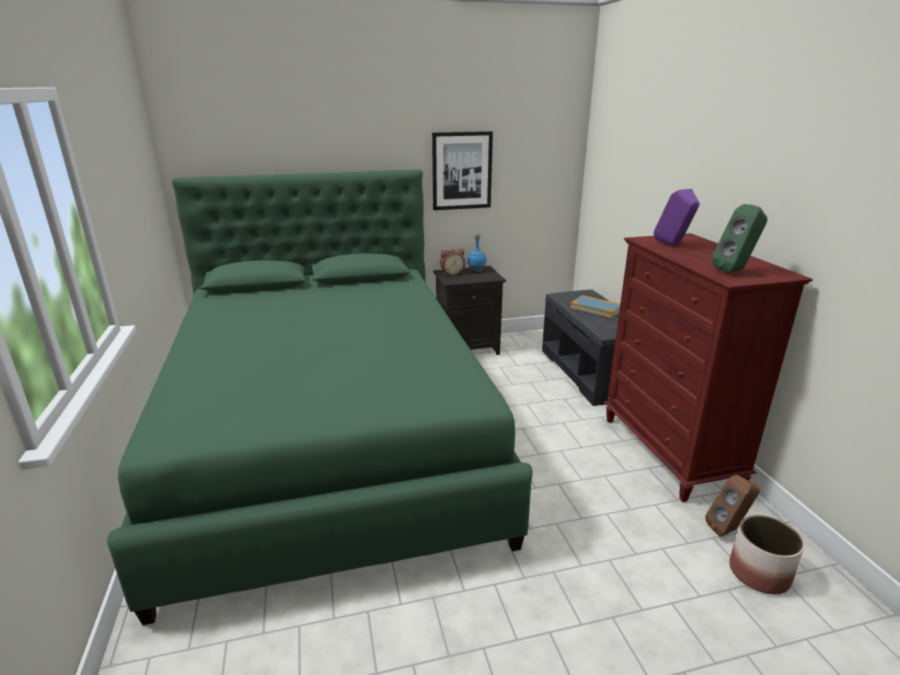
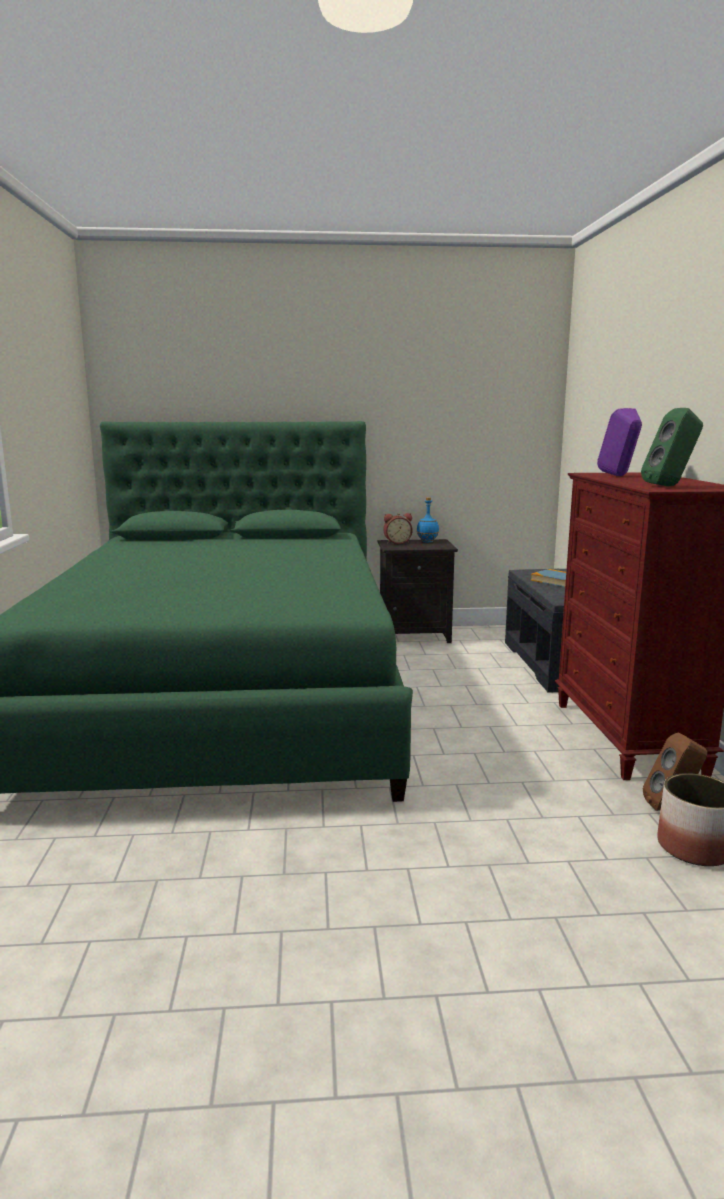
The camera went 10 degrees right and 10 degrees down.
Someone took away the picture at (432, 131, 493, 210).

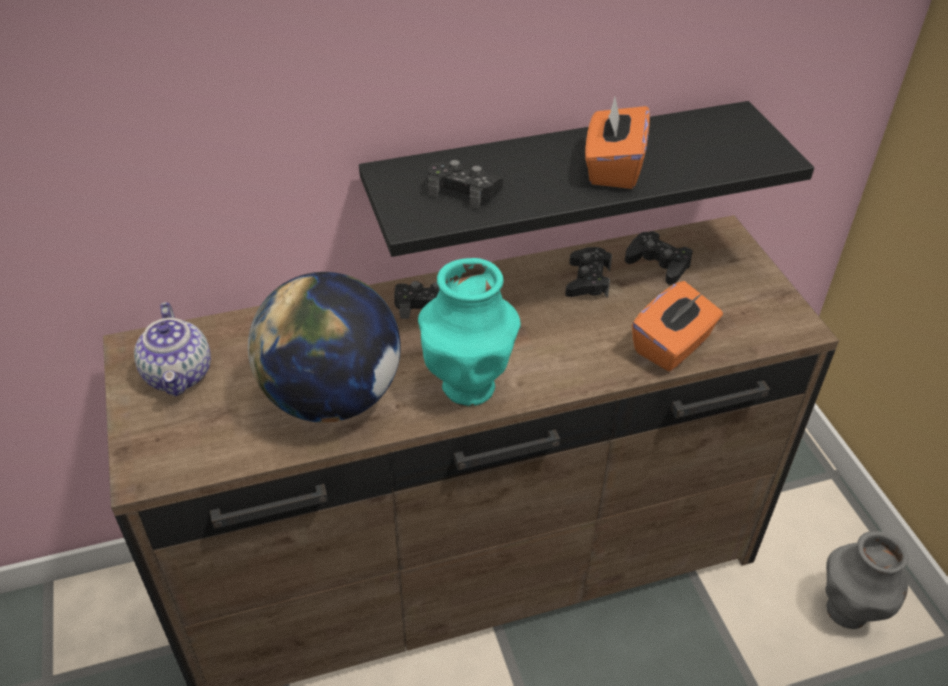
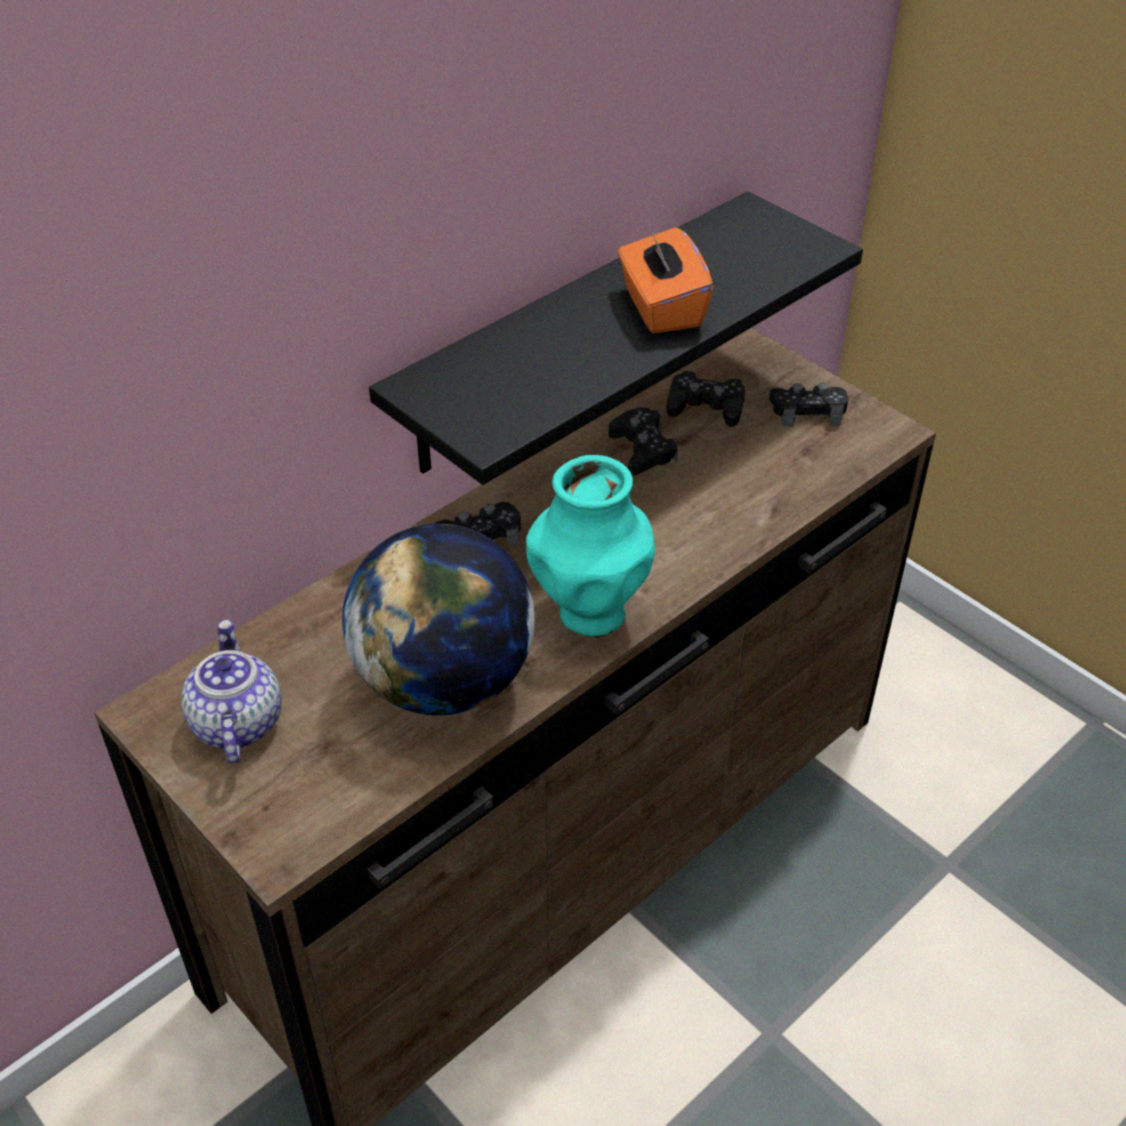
The camera went 25 degrees left and 0 degrees up.
Someone rotated the teapot at (134, 302, 211, 396) by 150 degrees counterclockwise.
Someone carried the game controller/black-coloured from (428, 160, 503, 209) to (769, 383, 849, 427).
Someone took away the tissue box/orangey at (632, 281, 723, 371).
Someone took away the flower vase/grey at (825, 531, 908, 629).

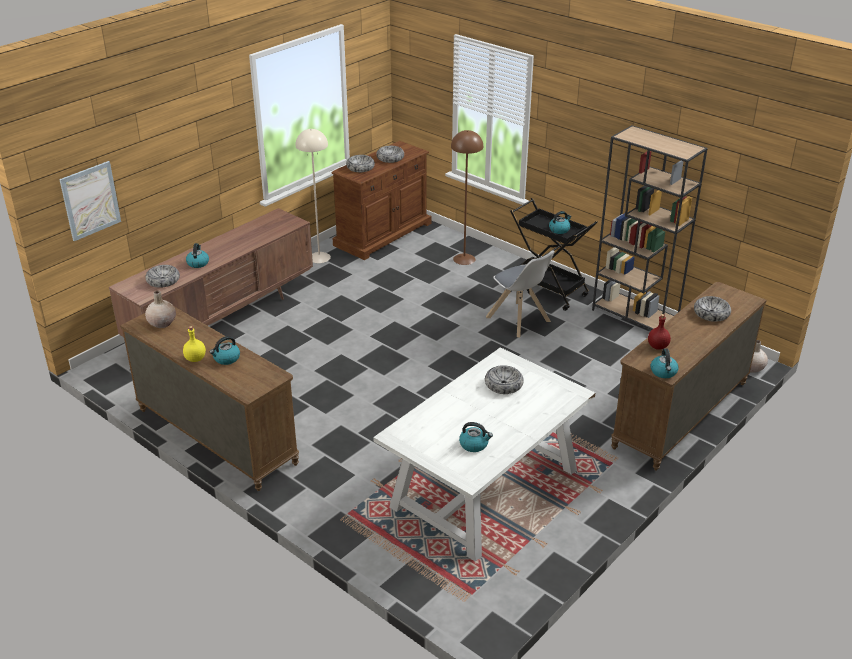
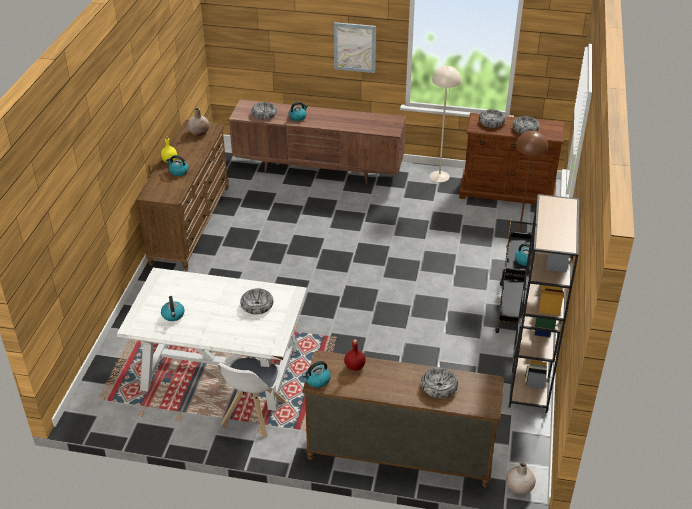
The camera went 60 degrees right and 5 degrees up.
Someone carried the plain chair from (486, 250, 555, 337) to (218, 358, 286, 438).
Someone carried the picture from (59, 161, 121, 241) to (334, 22, 376, 73).

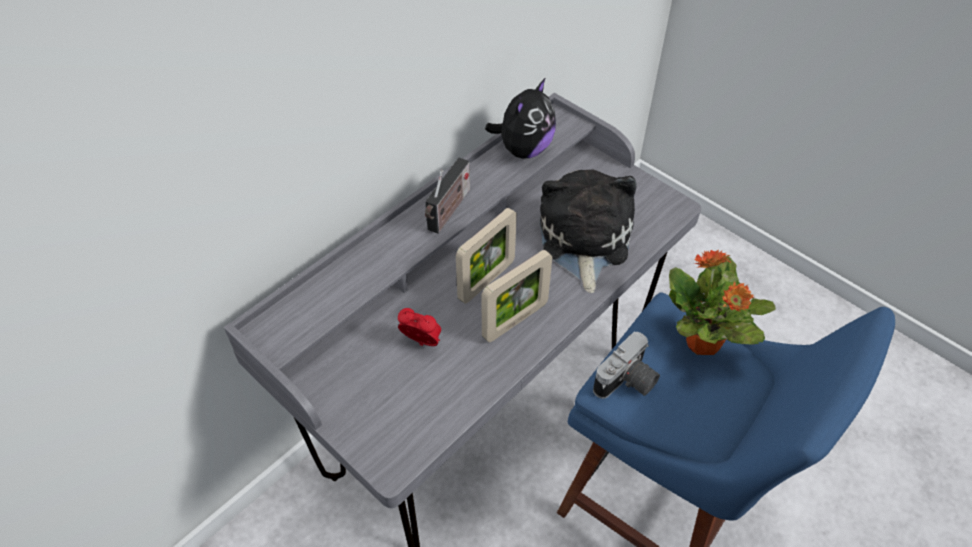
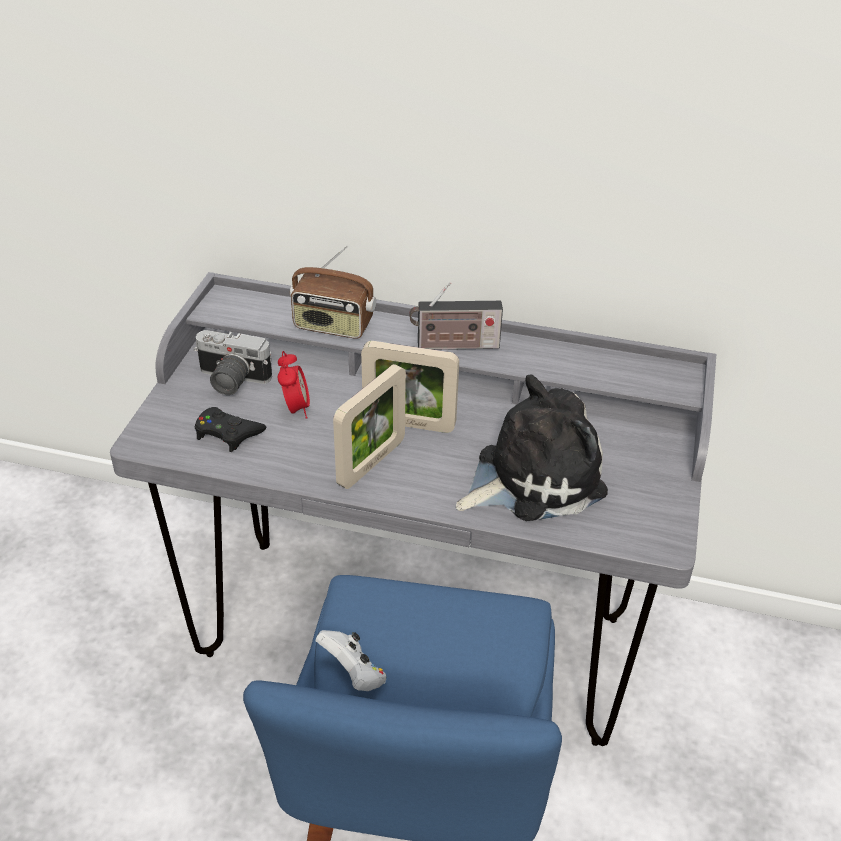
The camera went 60 degrees right and 10 degrees down.
Someone carried the still camera from (593, 331, 660, 399) to (193, 330, 272, 395).
Someone put down the game controller/black-coloured at (195, 407, 266, 452).
Someone put down the radio receiver at (290, 245, 376, 339).
Someone put down the game controller/whitish at (316, 630, 386, 691).
Someone rotated the picture frame at (481, 250, 552, 342) by 75 degrees counterclockwise.
Someone took away the soft toy at (485, 77, 556, 158).
Someone took away the houseplant at (669, 249, 776, 355).

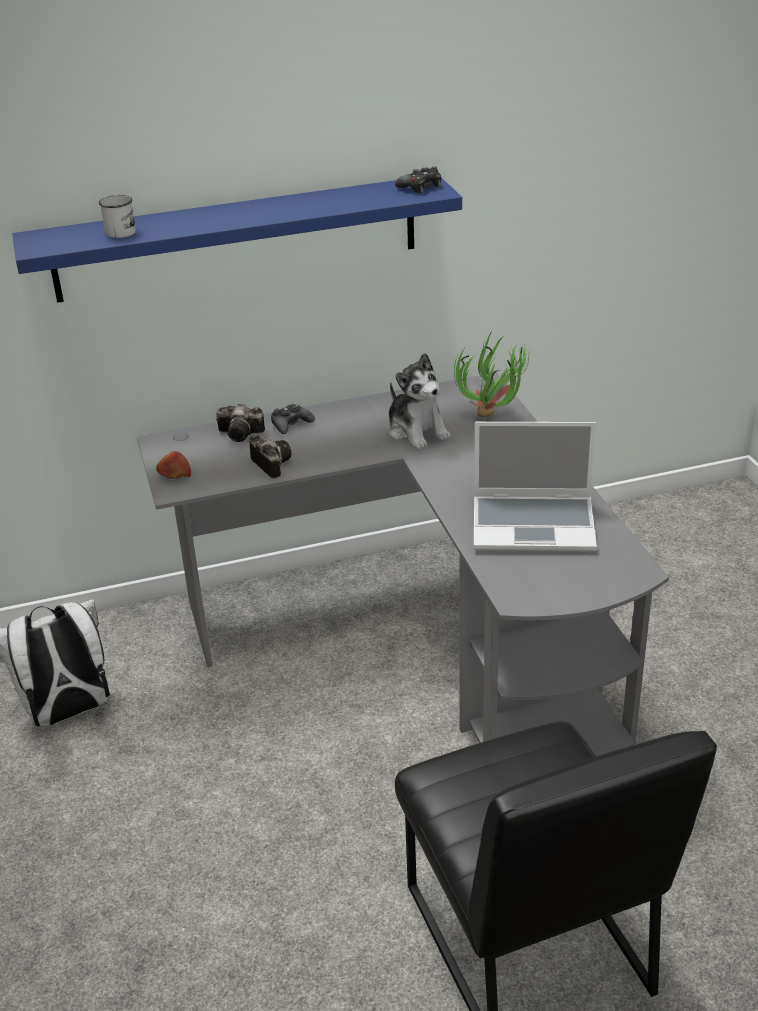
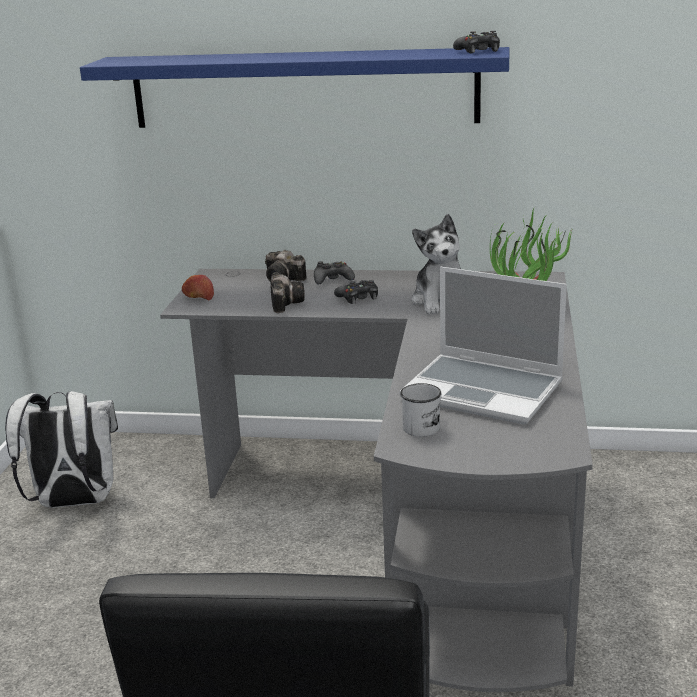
The camera went 25 degrees right and 10 degrees down.
Someone put down the game controller/black-coloured at (334, 280, 378, 304).
Someone carried the tea mug/whitish from (99, 195, 136, 238) to (400, 383, 442, 437).

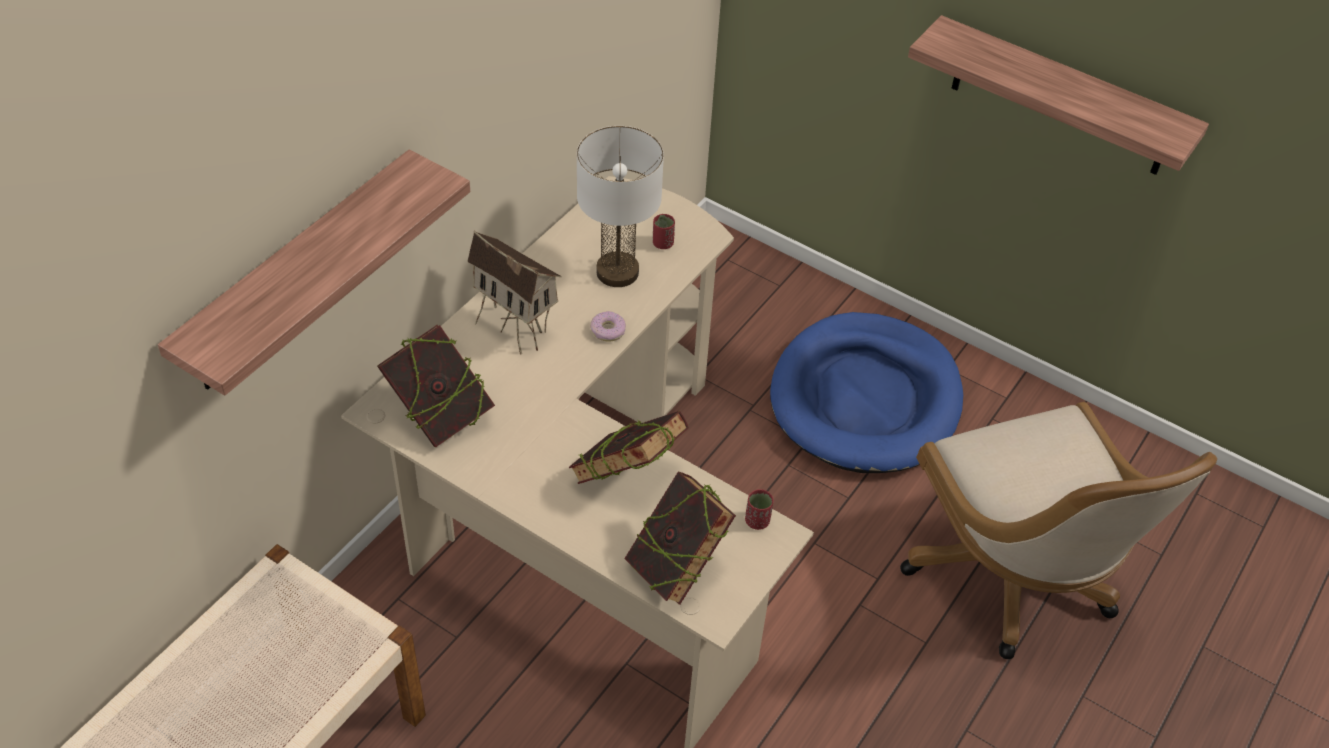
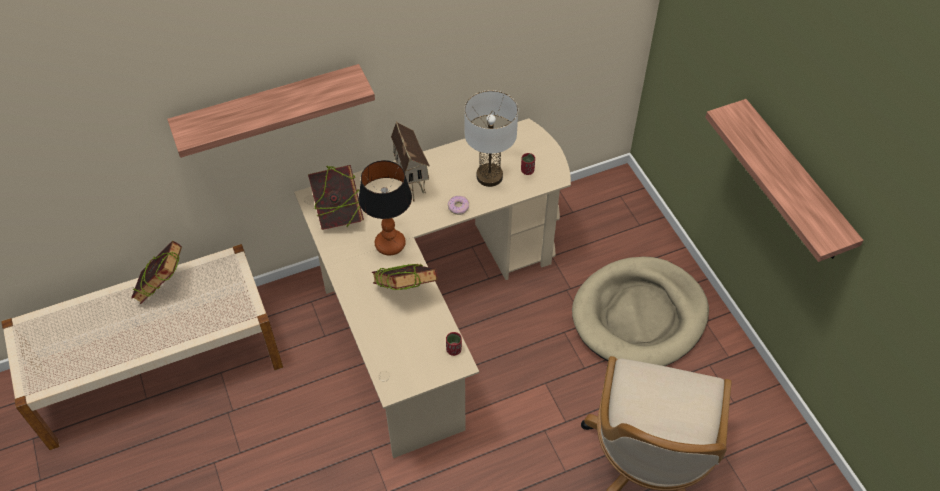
The camera went 35 degrees right and 5 degrees up.
Someone carried the bound book from (624, 471, 736, 605) to (131, 241, 182, 304).
Someone put down the tabletop lamp at (358, 160, 412, 255).
Someone repainted the pet bed/blue-coloured at (770, 312, 963, 473), which became the pet bed/beige-coloured at (572, 257, 709, 366).

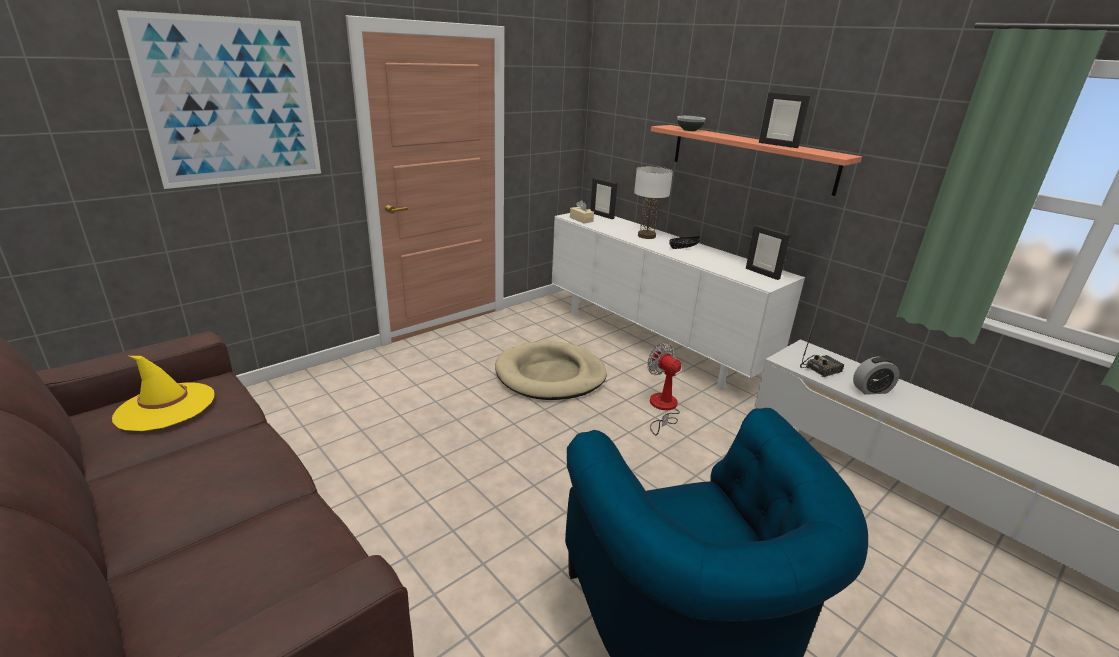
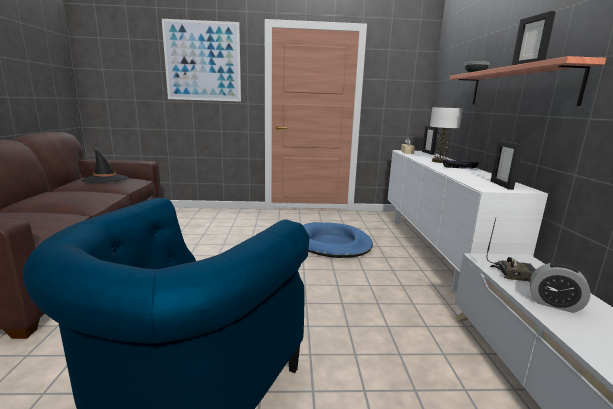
The camera went 40 degrees right and 10 degrees down.
Someone repainted the wearable hat/yellow at (112, 356, 214, 431), which became the wearable hat/black-coloured at (81, 149, 129, 183).
Someone repainted the pet bed/beige-coloured at (495, 341, 607, 400), which became the pet bed/blue-coloured at (303, 222, 373, 258).
Someone took away the cooling fan at (647, 343, 681, 435).

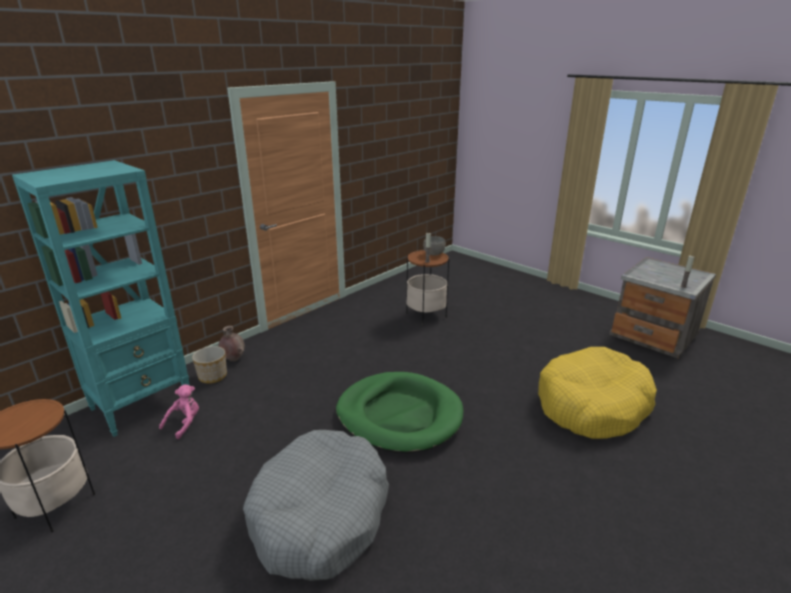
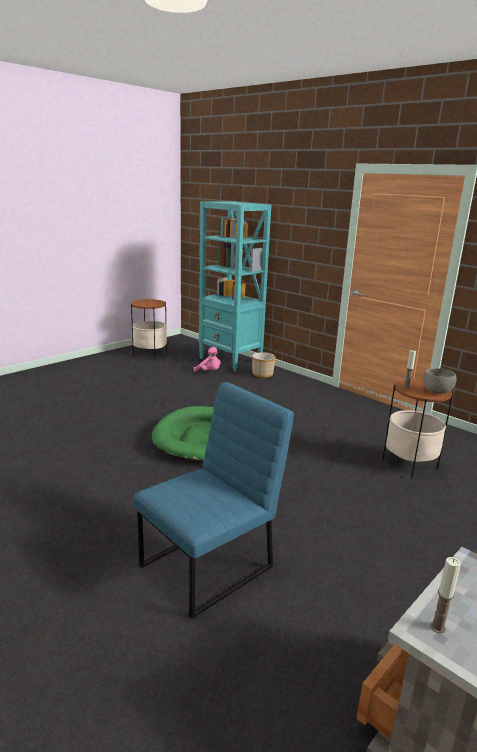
The camera went 90 degrees right and 5 degrees down.
Someone swapped the pet bed/yellow at (538, 347, 657, 439) for the plain chair/blue-coloured at (133, 382, 294, 619).
Someone took away the flower vase/brownish at (219, 326, 245, 361).
Someone took away the pet bed/grey at (243, 430, 389, 581).

